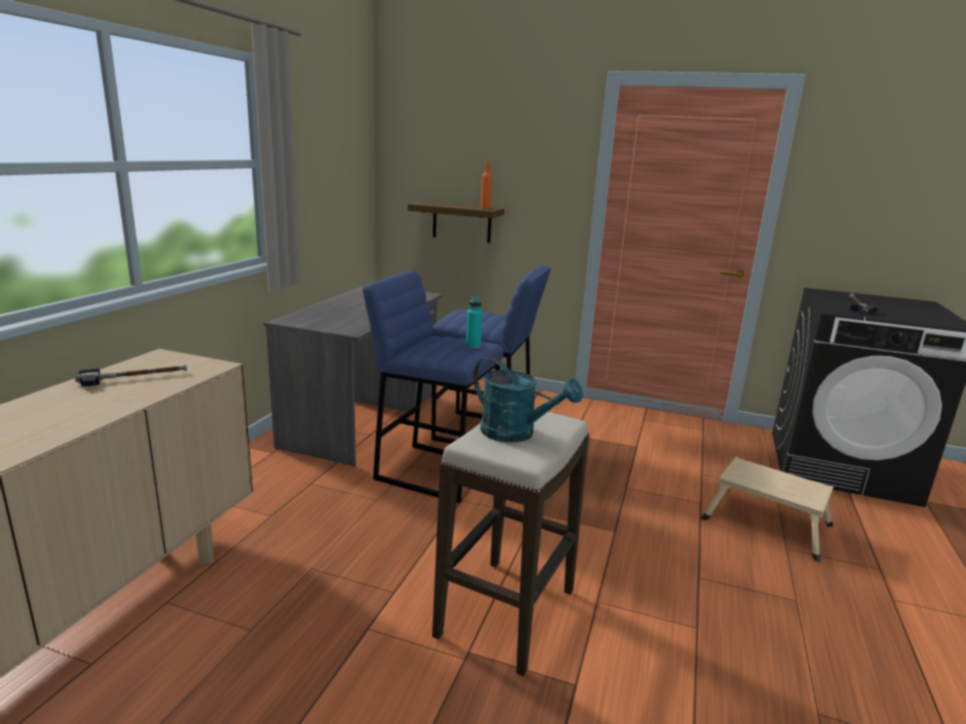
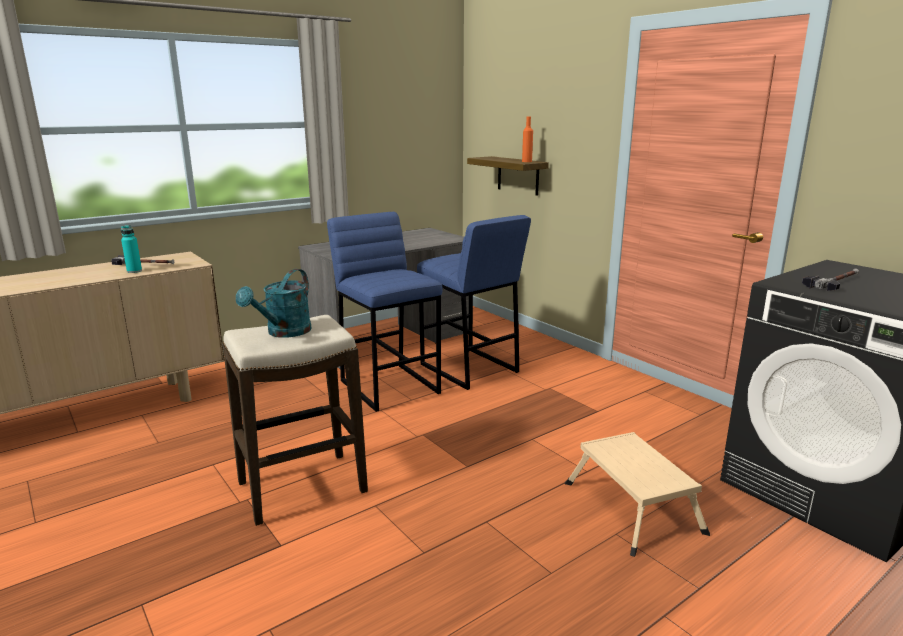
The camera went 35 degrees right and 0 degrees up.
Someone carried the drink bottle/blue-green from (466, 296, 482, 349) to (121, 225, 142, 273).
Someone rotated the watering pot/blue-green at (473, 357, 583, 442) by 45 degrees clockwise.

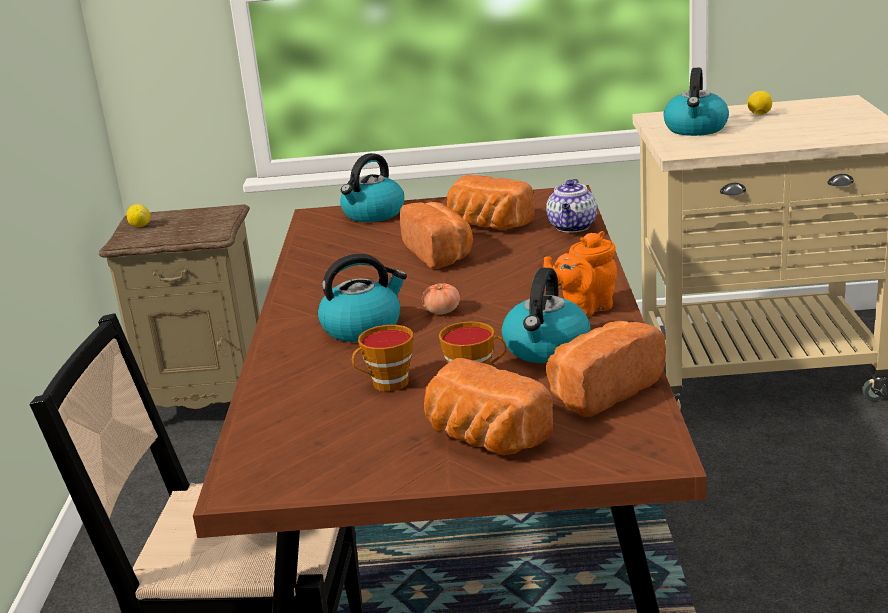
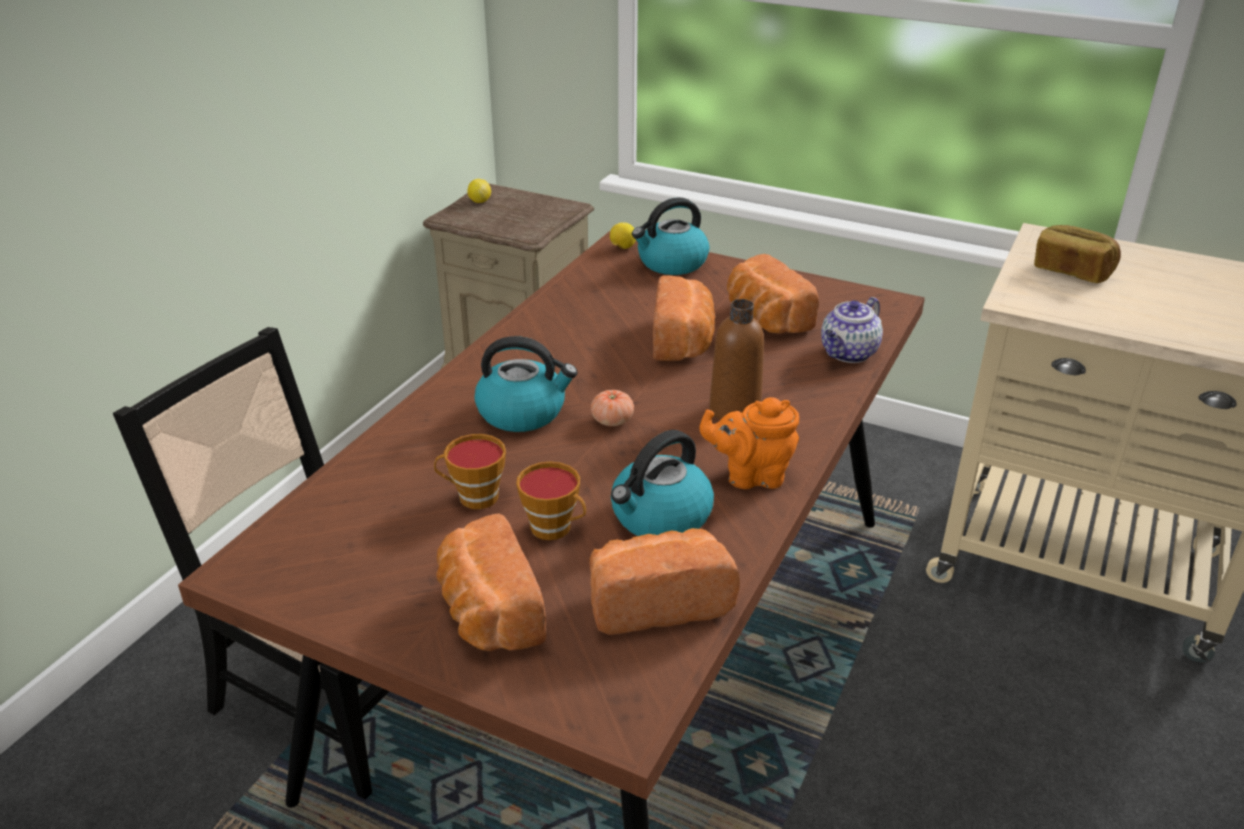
The camera went 25 degrees right and 10 degrees up.
Someone carried the lemon from (747, 91, 772, 115) to (610, 222, 636, 249).
Someone put down the drink bottle/brownish at (709, 299, 764, 420).
Someone swapped the kettle at (663, 68, 729, 136) for the bakery bread at (1034, 225, 1121, 283).

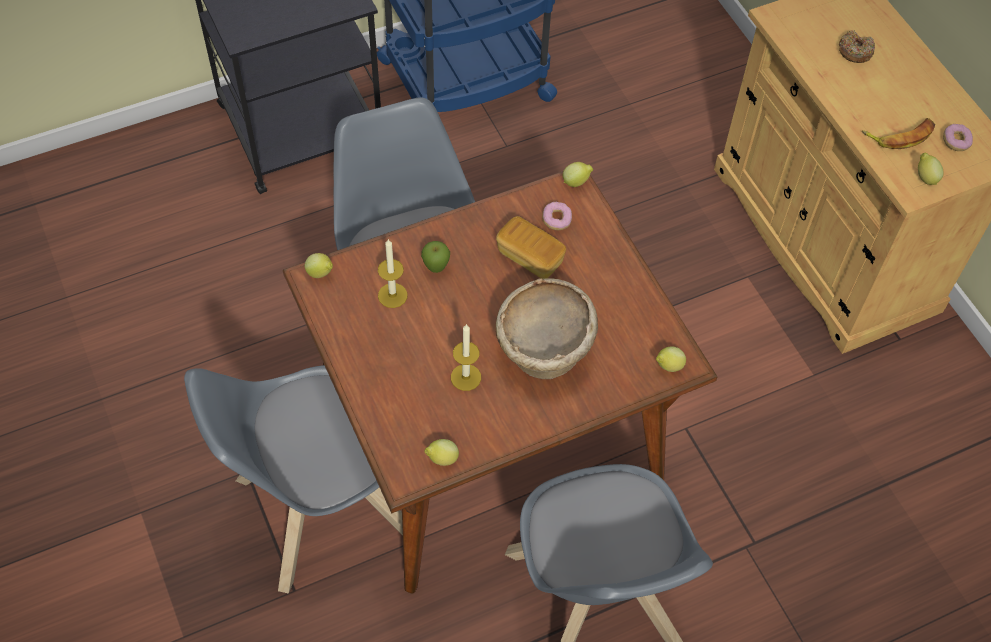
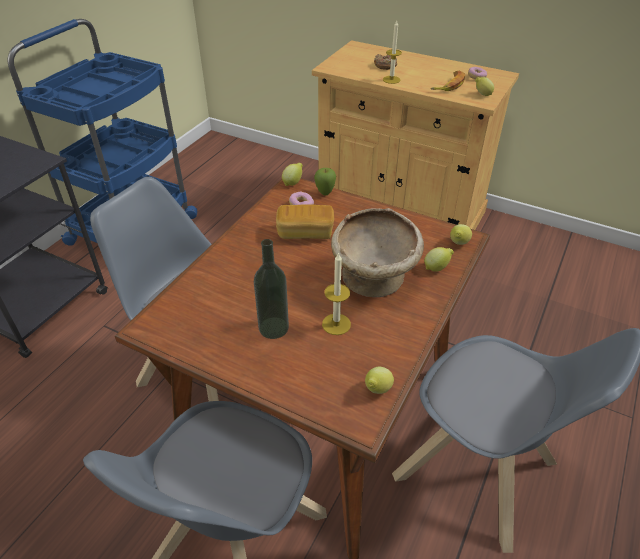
The camera went 35 degrees left and 15 degrees down.
Someone put down the drink bottle at (254, 239, 289, 339).
Someone carried the apple fruit from (421, 241, 450, 273) to (314, 168, 336, 195).
Someone carried the wax light from (378, 239, 408, 308) to (383, 21, 402, 84).
Someone carried the lemon from (305, 253, 333, 278) to (424, 247, 454, 272).

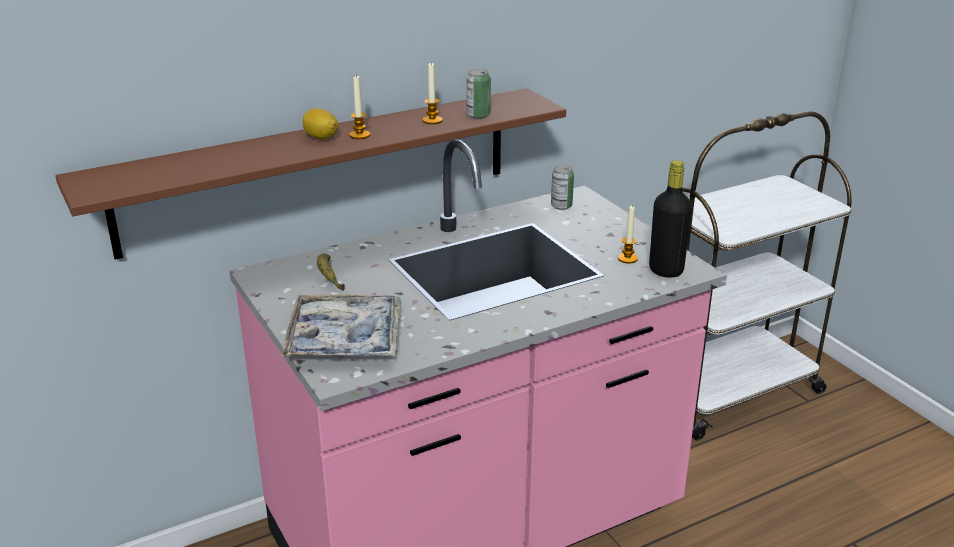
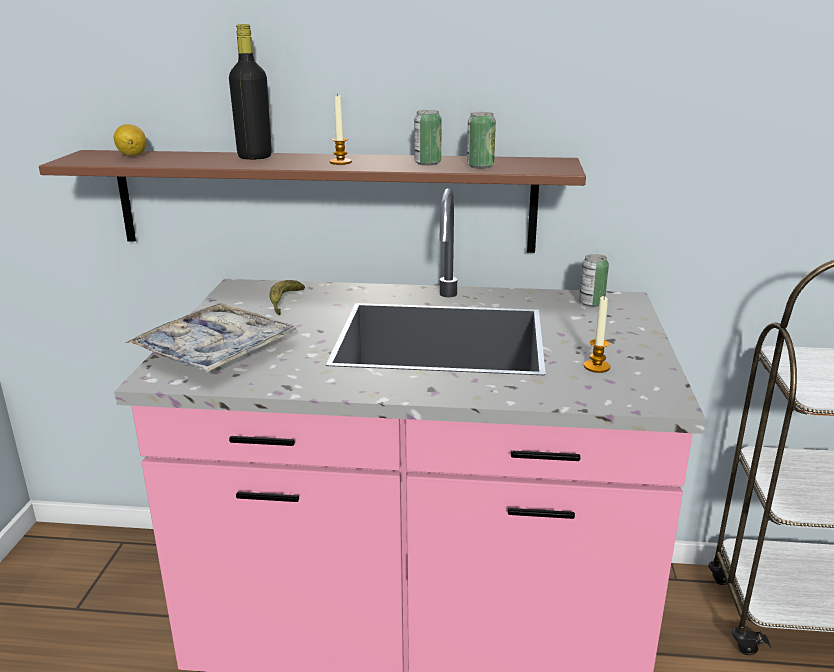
The camera went 35 degrees right and 5 degrees down.
Someone carried the lemon from (303, 108, 338, 140) to (114, 124, 147, 156).
Someone carried the drink bottle/black-coloured from (649, 160, 692, 278) to (229, 24, 272, 160).
Someone swapped the wax light at (422, 63, 443, 124) for the can at (414, 110, 442, 166).

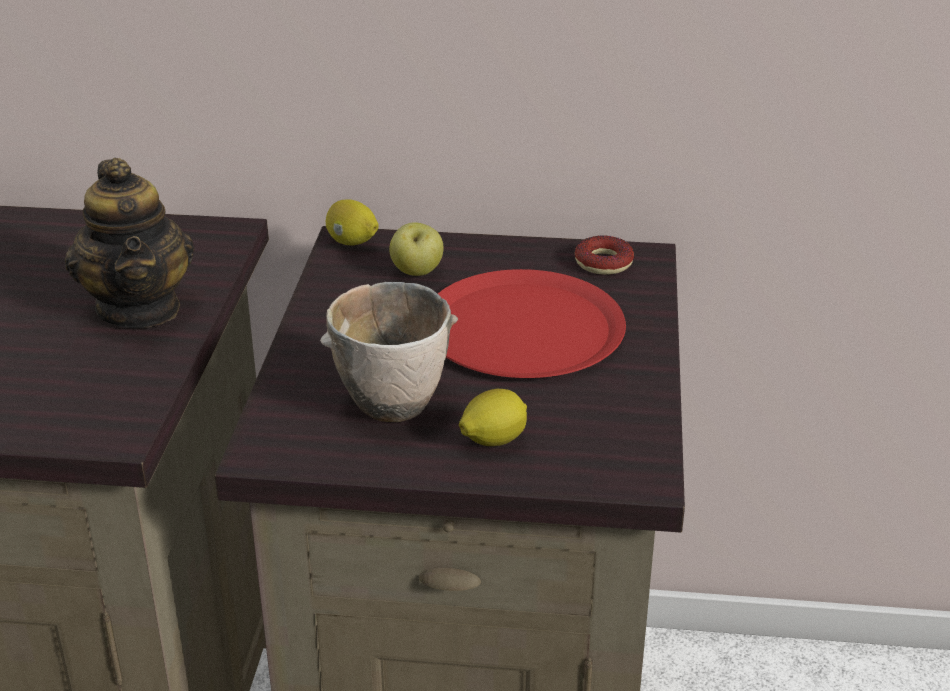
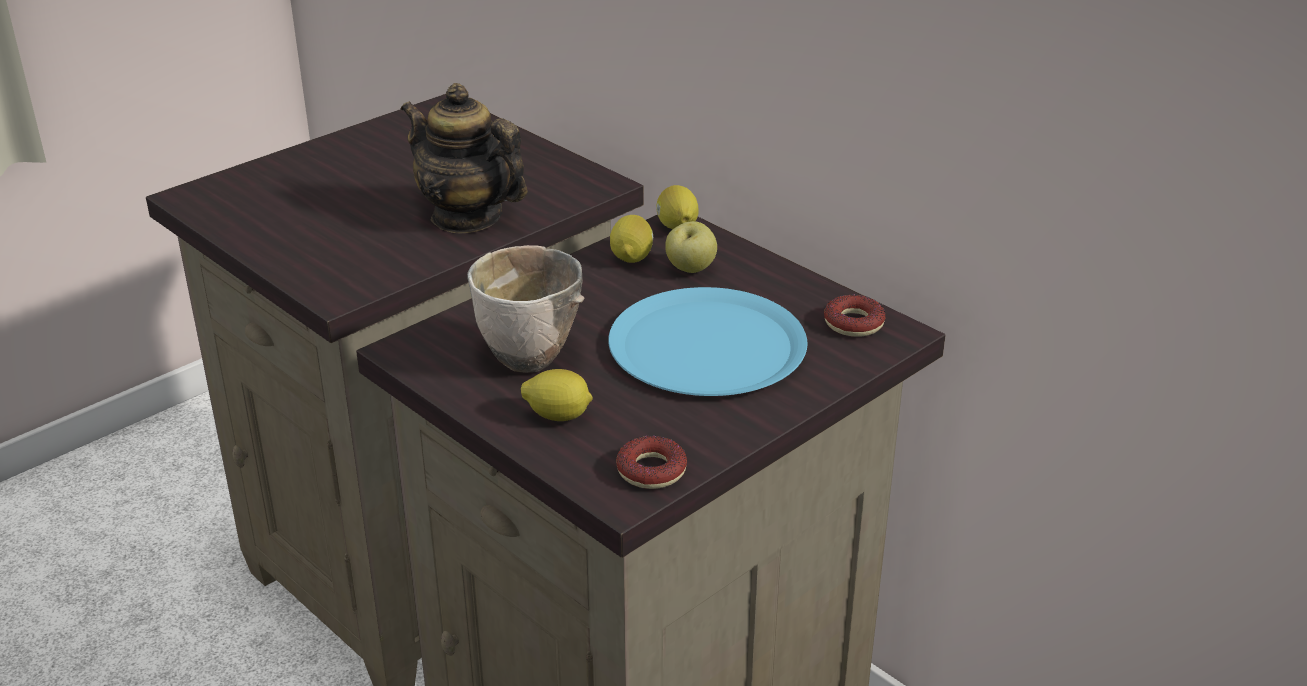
The camera went 40 degrees right and 0 degrees up.
Someone rotated the teapot at (65, 158, 194, 328) by 105 degrees clockwise.
Someone repainted the flat dish/reddish at (438, 269, 626, 378), which became the flat dish/blue-coloured at (608, 287, 807, 396).
Someone put down the lemon at (610, 215, 653, 263).
Someone put down the ring doughnut at (616, 436, 687, 489).

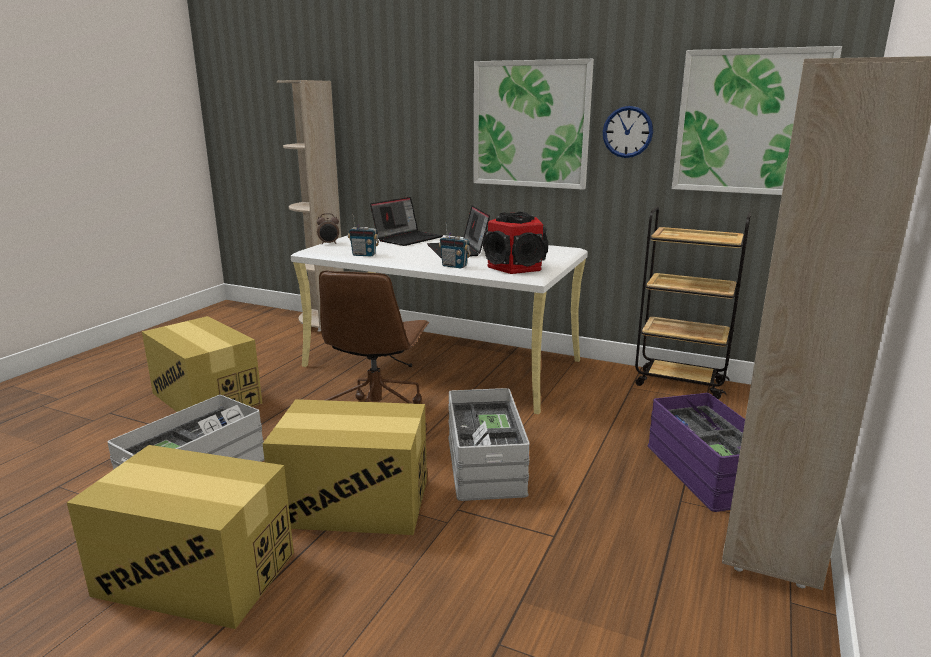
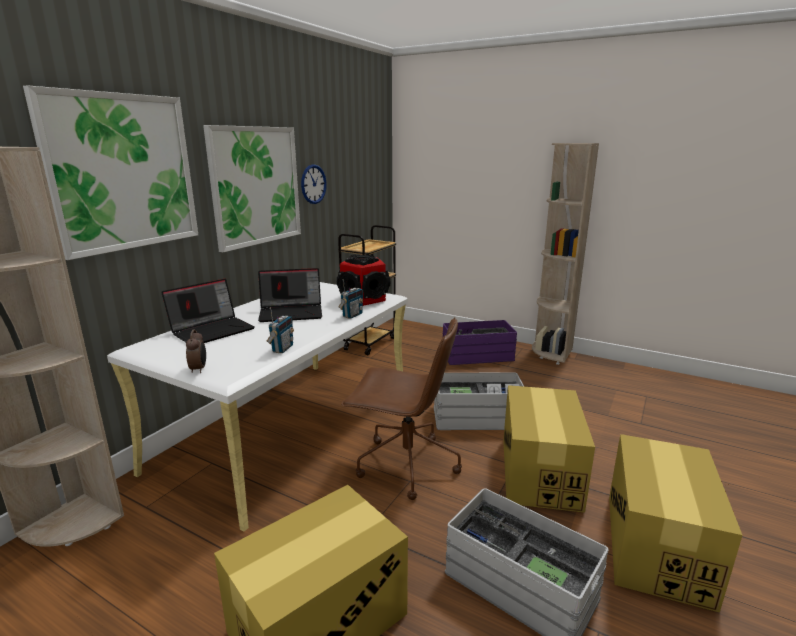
The camera went 85 degrees left and 0 degrees up.
Someone carried the picture from (672, 46, 842, 195) to (23, 85, 198, 260).
Someone rotated the notebook computer at (370, 197, 443, 246) by 90 degrees clockwise.

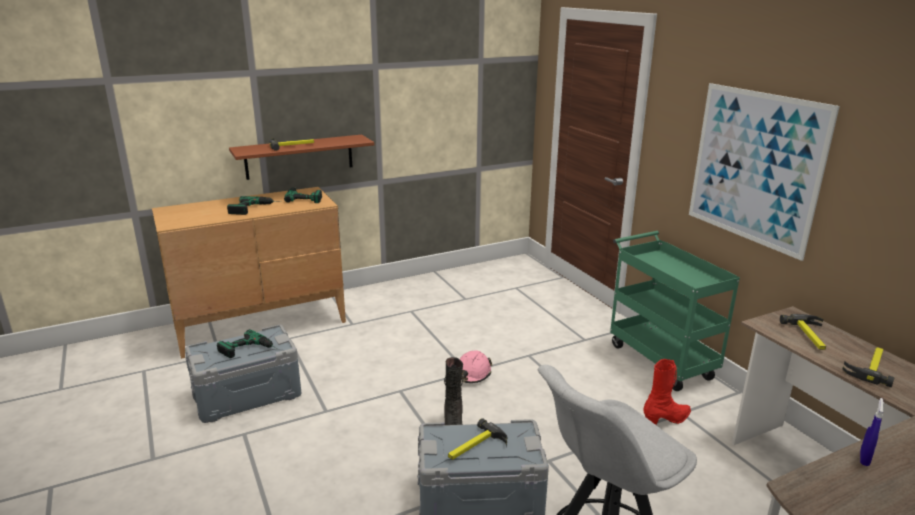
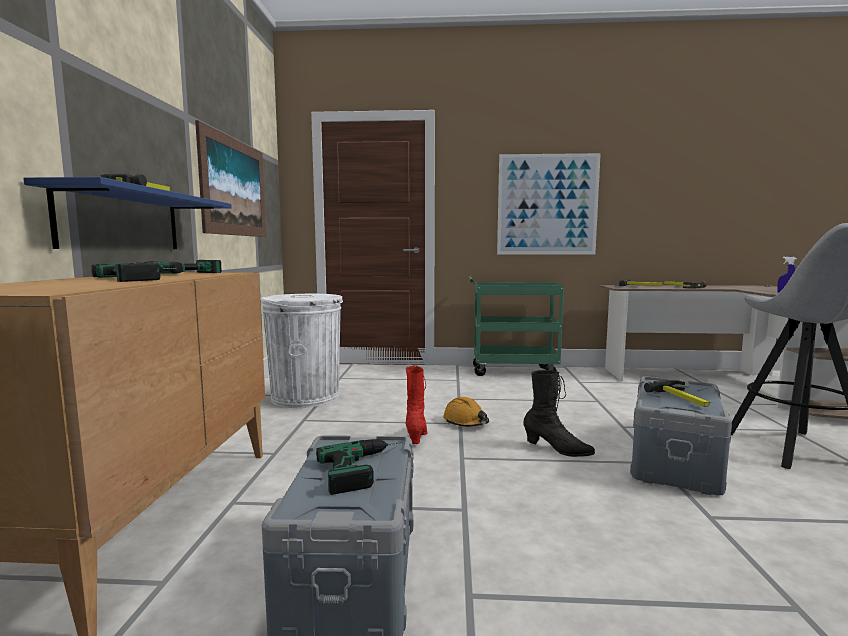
The camera went 60 degrees left and 15 degrees down.
Someone repainted the shelf/brownish at (229, 135, 374, 180), which became the shelf/blue-coloured at (23, 177, 232, 249).
Someone put up the picture at (195, 120, 266, 237).
Someone put down the rubbish bin/whitish at (260, 294, 343, 408).
Someone carried the high-top boot/reddish from (644, 359, 691, 425) to (405, 365, 427, 444).
Someone repainted the work helmet/pinkish at (460, 350, 492, 383), which became the work helmet/orangey at (443, 397, 489, 427).

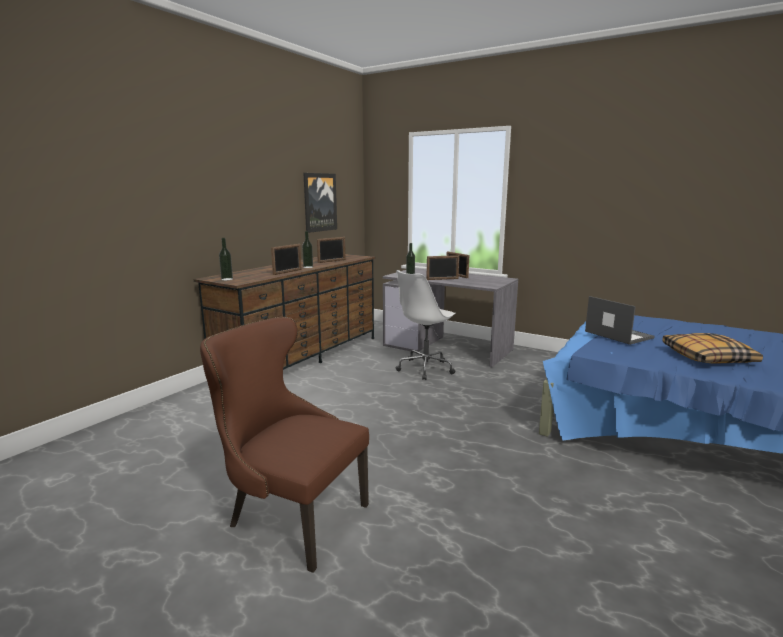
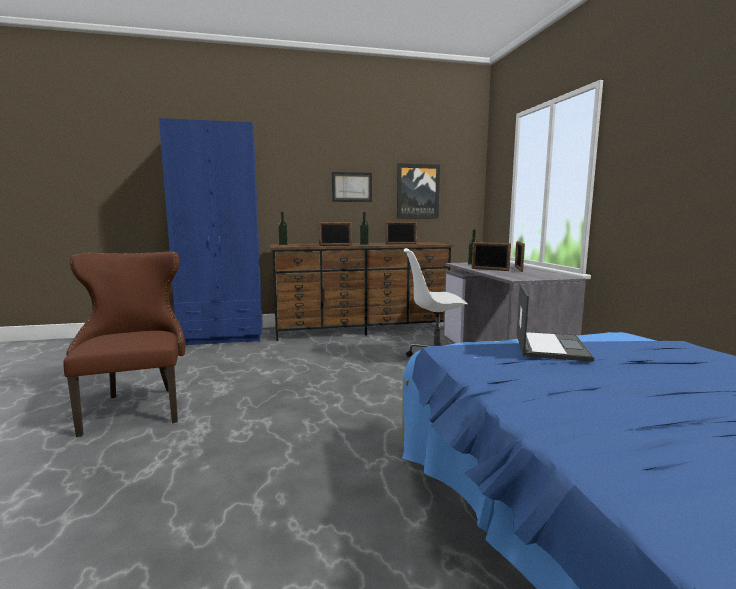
The camera went 45 degrees right and 5 degrees down.
Someone put down the clothes cupboard/blue-coloured at (159, 118, 263, 345).
Someone put up the picture at (332, 172, 372, 202).
Someone took away the throw pillow at (662, 333, 763, 363).

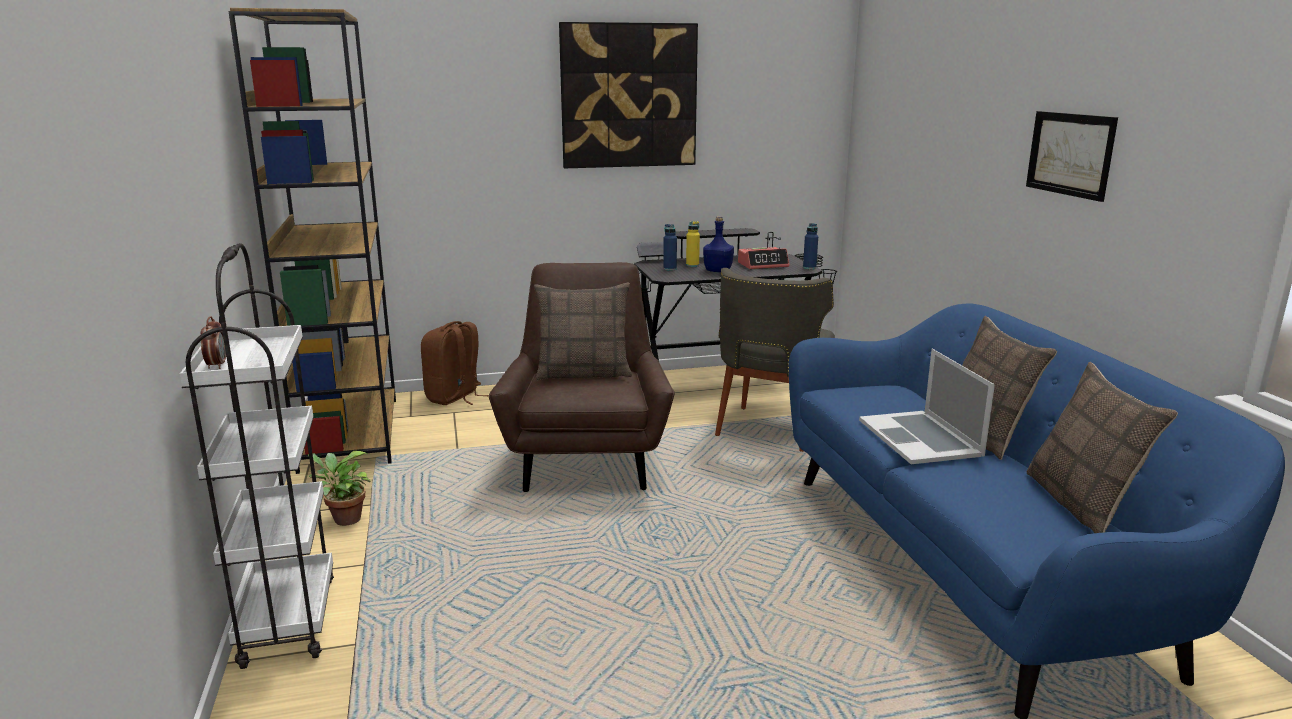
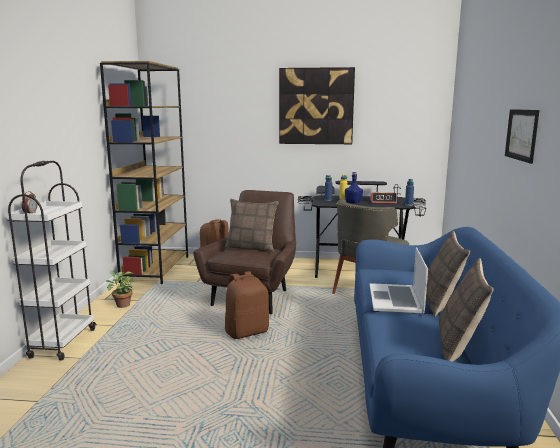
The camera went 20 degrees right and 5 degrees down.
Someone put down the backpack/brownish at (225, 271, 269, 339).

